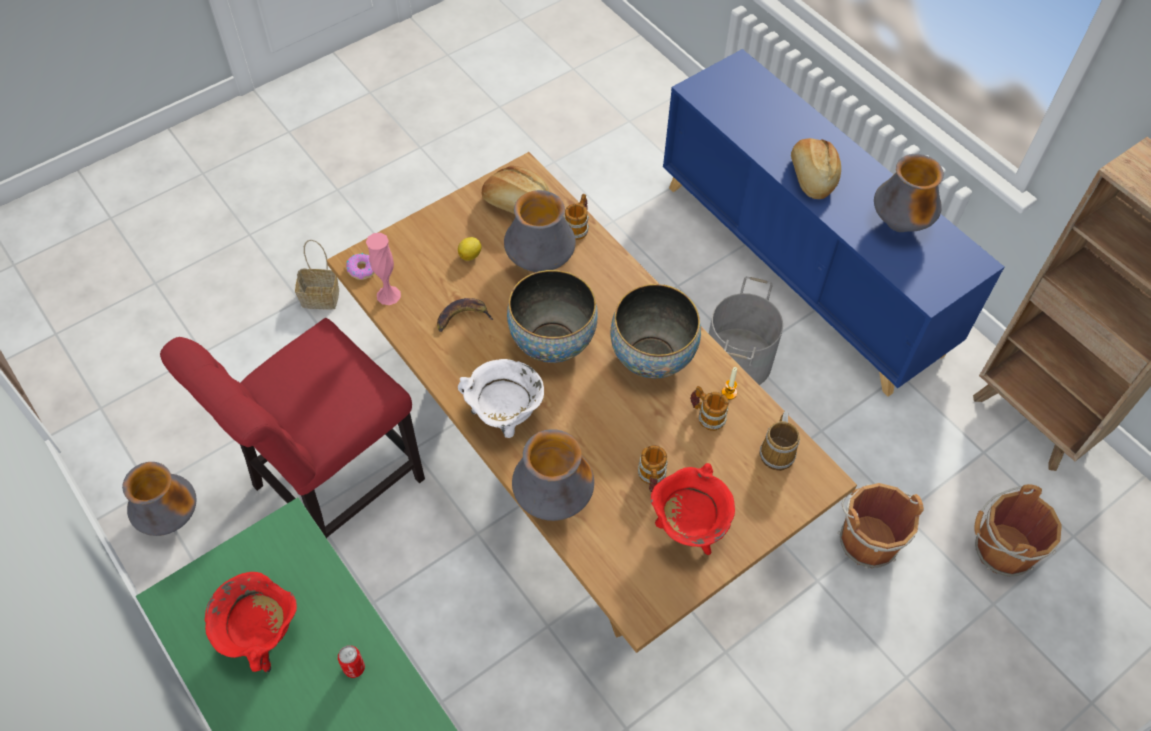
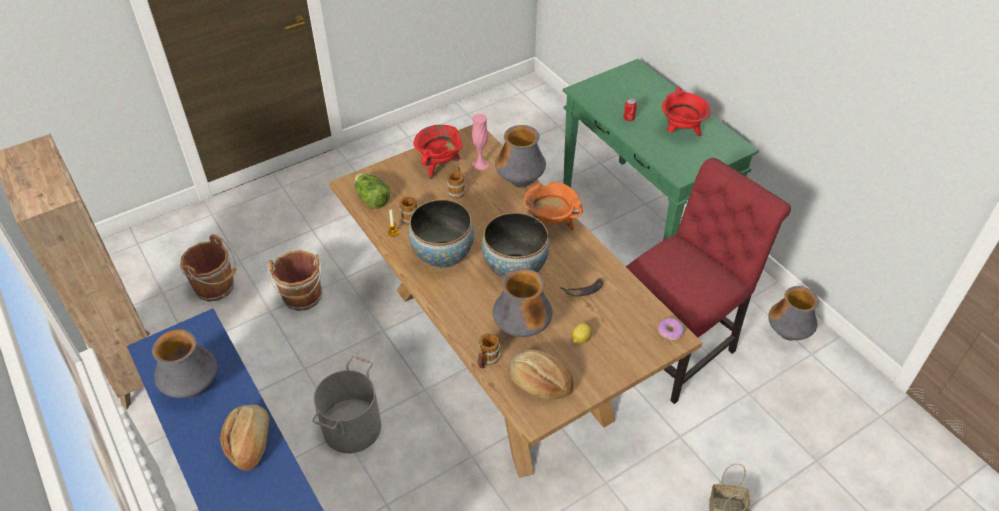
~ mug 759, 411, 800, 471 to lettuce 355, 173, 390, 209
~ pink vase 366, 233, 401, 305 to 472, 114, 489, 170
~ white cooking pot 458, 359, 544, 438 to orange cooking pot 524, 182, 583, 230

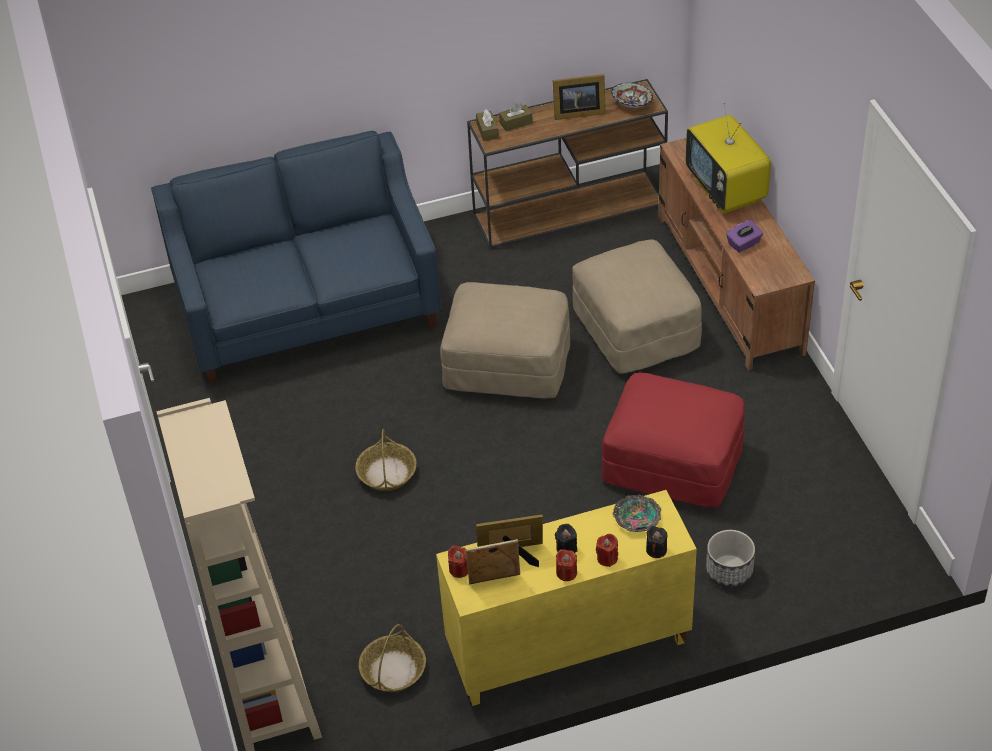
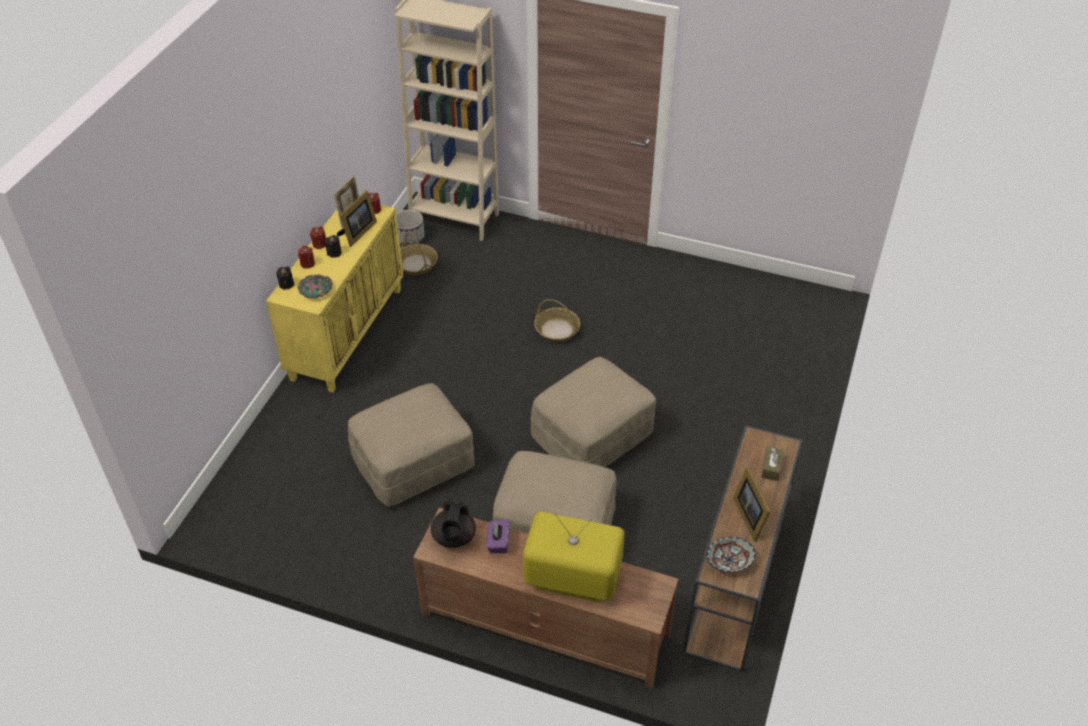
~ red ottoman 601, 372, 745, 508 to beige ottoman 348, 383, 474, 507
~ planter 706, 530, 755, 588 to 396, 210, 425, 246
+ black teapot 431, 501, 476, 548
~ picture frame 553, 74, 606, 120 = 733, 467, 771, 542 45 degrees counterclockwise
- blue sofa 151, 131, 441, 384
- brown tissue box 476, 109, 499, 141

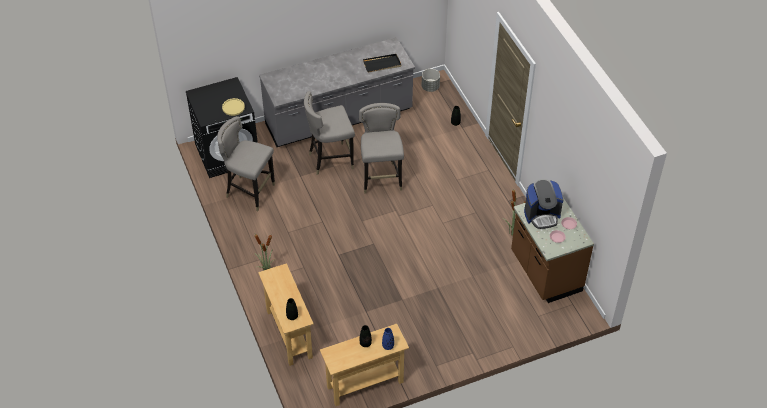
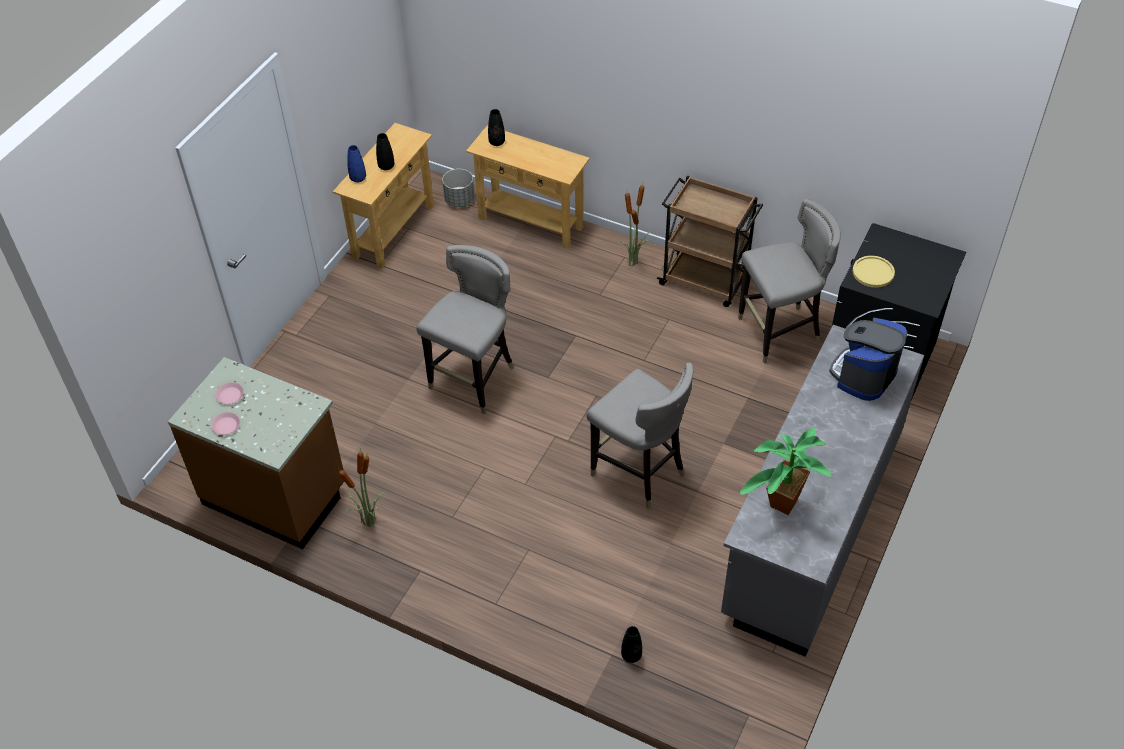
~ grey stool 304, 91, 355, 175 to 417, 245, 514, 414
~ grey planter 422, 69, 440, 92 to 442, 169, 475, 207
+ brown cart 657, 176, 763, 307
~ black tray 363, 54, 401, 73 to potted plant 740, 427, 832, 515
~ coffee machine 524, 179, 563, 229 to 829, 318, 907, 401

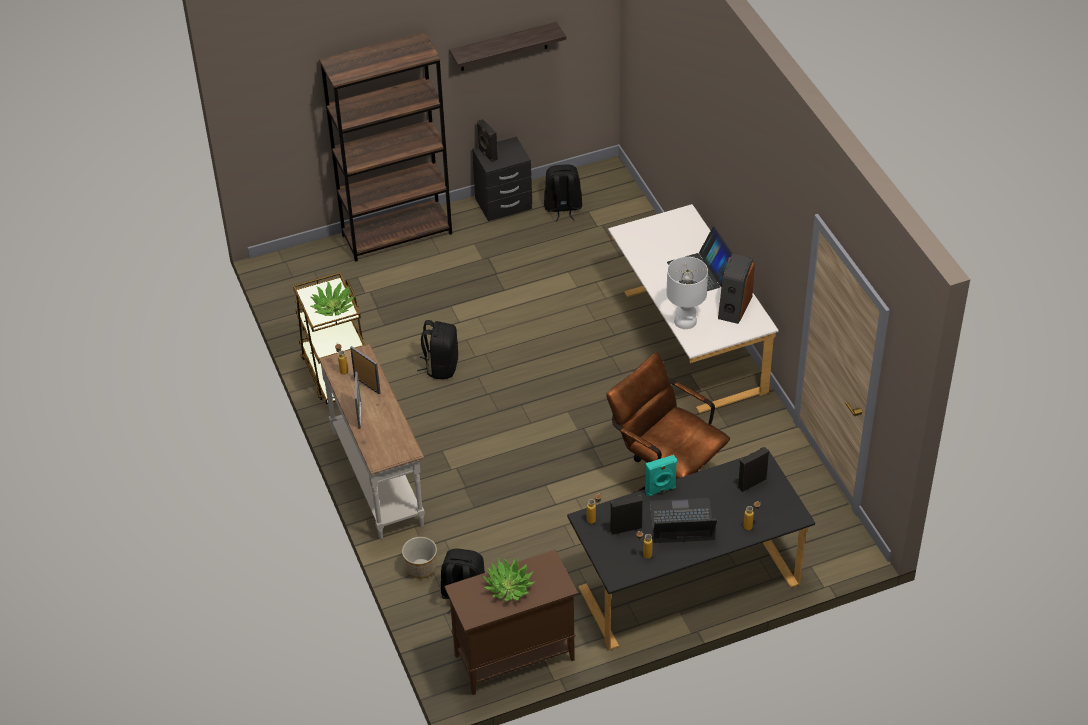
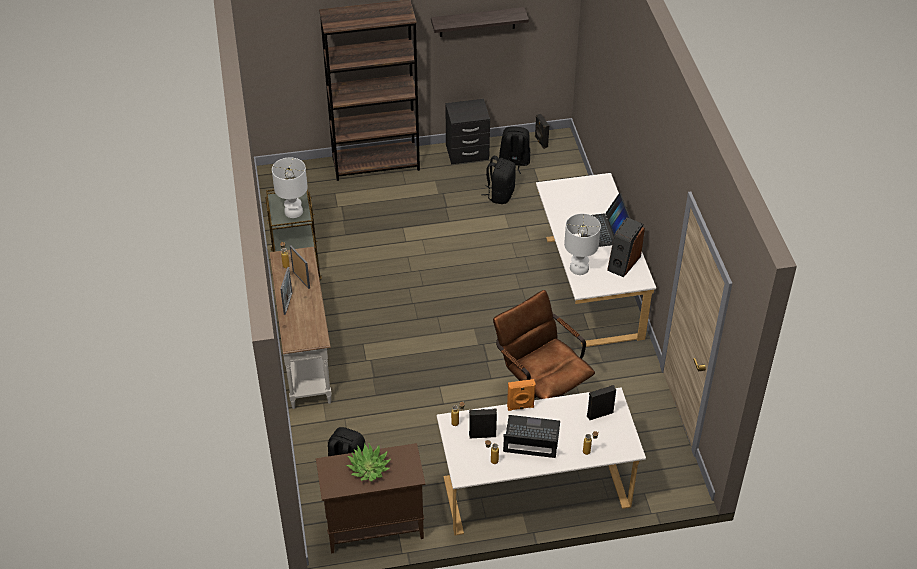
~ potted plant 311, 282, 356, 316 to white table lamp 272, 157, 308, 218
~ black desk 567, 449, 815, 650 to white desk 437, 387, 646, 535
~ black backpack 417, 320, 458, 379 to 481, 156, 516, 204
~ turquoise speaker 645, 455, 677, 496 to orange speaker 507, 379, 536, 411
~ black speaker 477, 119, 498, 162 to 535, 114, 549, 149
- planter 402, 537, 437, 579

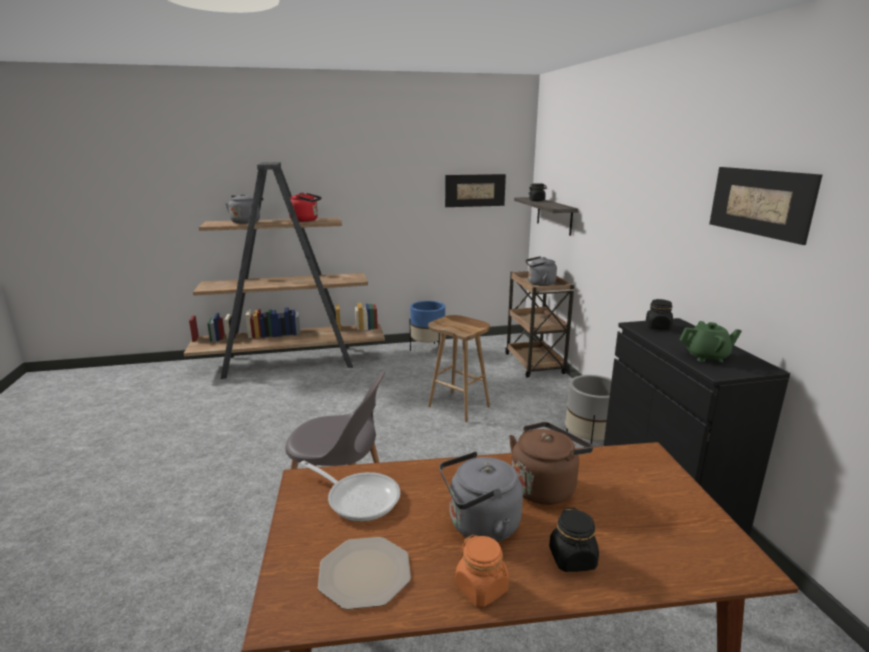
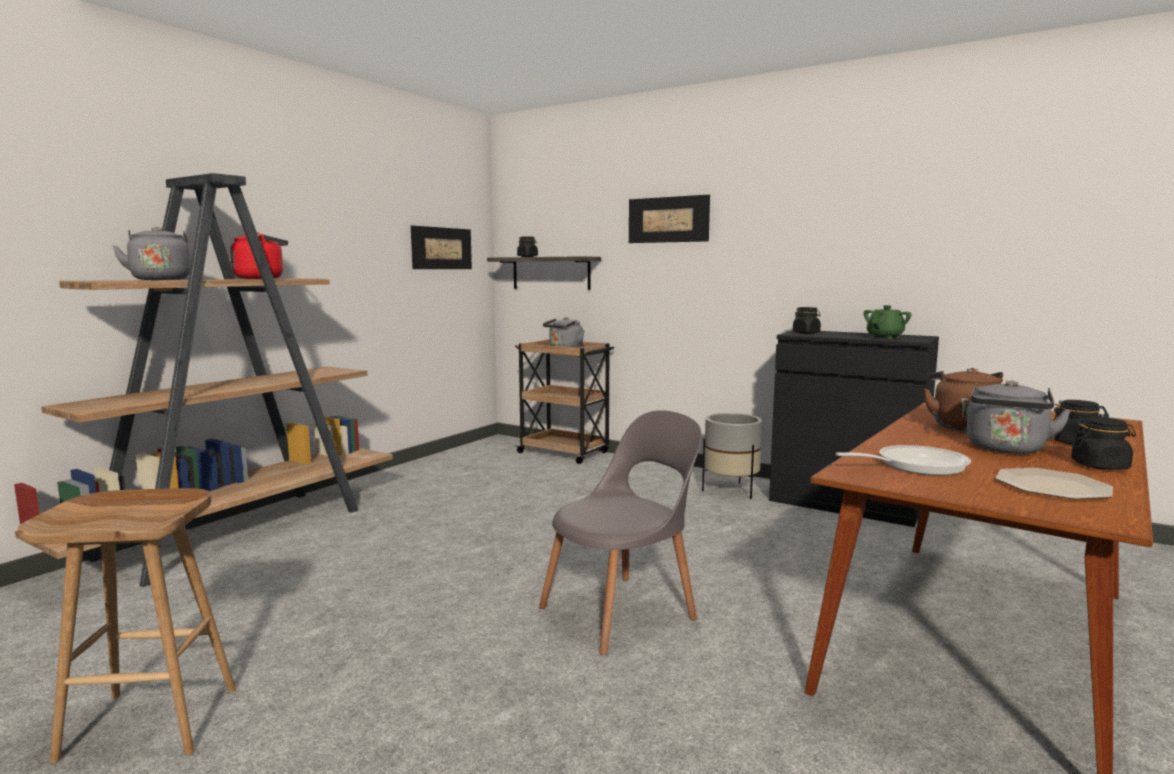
~ brown stool 428, 315, 490, 422 to 18, 488, 236, 764
~ picture 709, 167, 822, 245 to 629, 195, 710, 243
~ orange jar 455, 534, 509, 607 to black jar 1071, 417, 1136, 470
- blue planter 410, 301, 445, 351

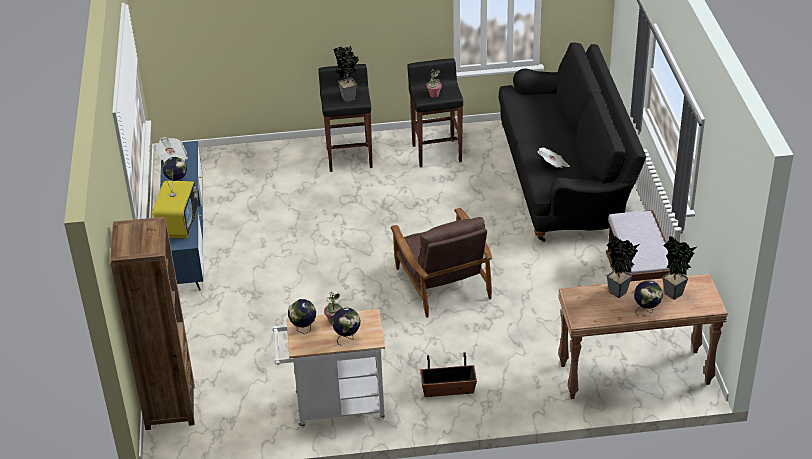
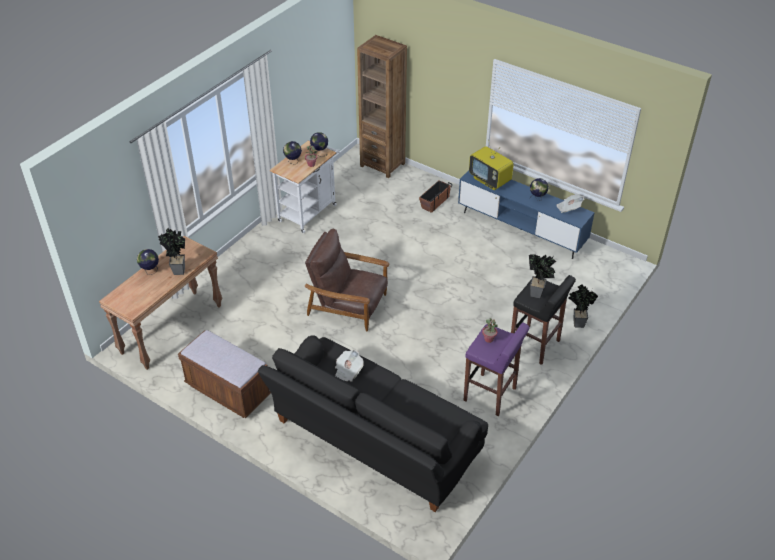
~ planter 420, 353, 477, 397 to 419, 180, 452, 213
~ black stool 407, 58, 463, 167 to purple stool 463, 323, 530, 416
~ potted plant 662, 236, 696, 300 to 569, 284, 598, 328

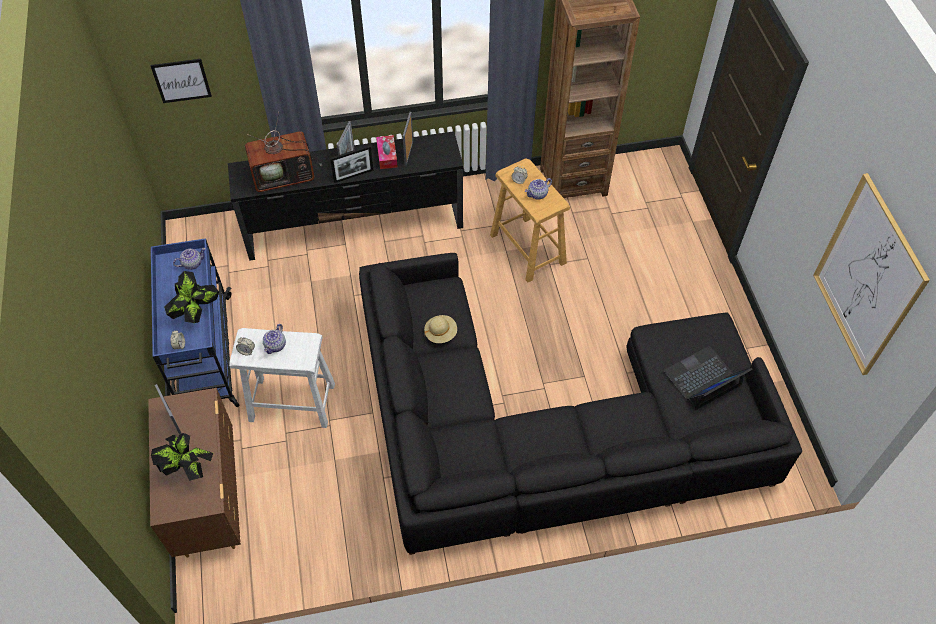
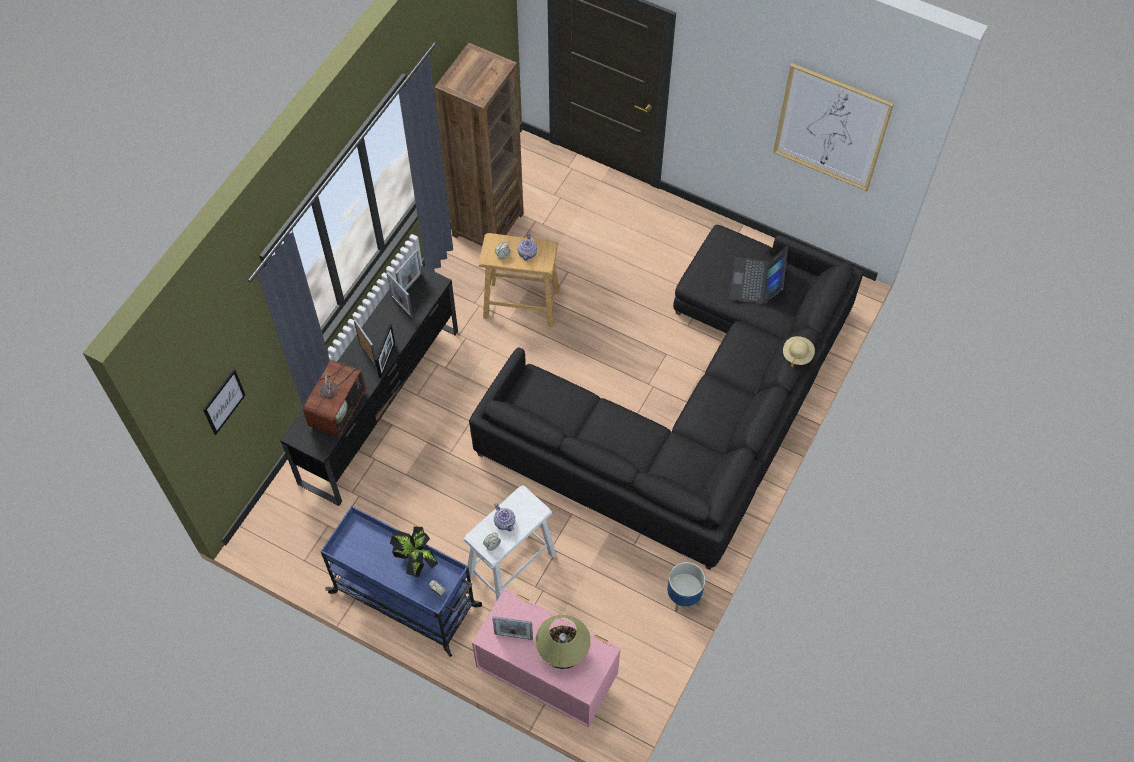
+ picture frame 396, 249, 422, 291
~ brown dresser 148, 388, 241, 558 to pink dresser 472, 588, 621, 728
~ potted plant 151, 433, 213, 481 to table lamp 535, 615, 591, 669
+ planter 667, 562, 705, 612
~ beige hat 424, 315, 457, 343 to 783, 336, 815, 367
- teapot 173, 248, 206, 270
- tissue box 376, 135, 398, 169

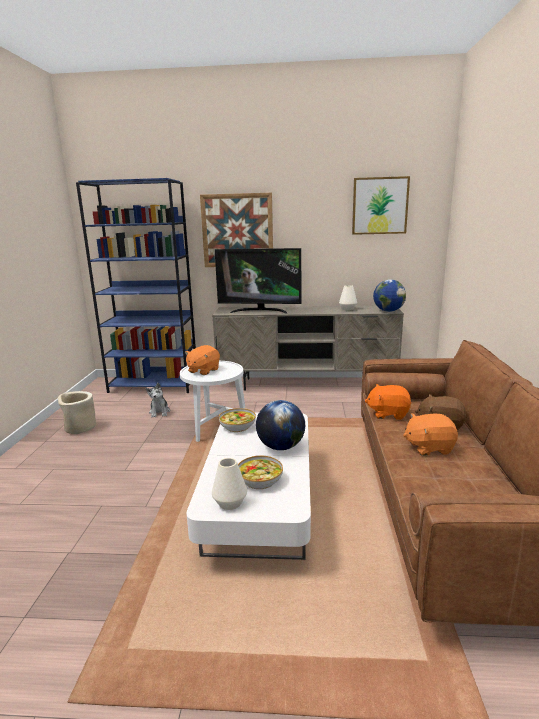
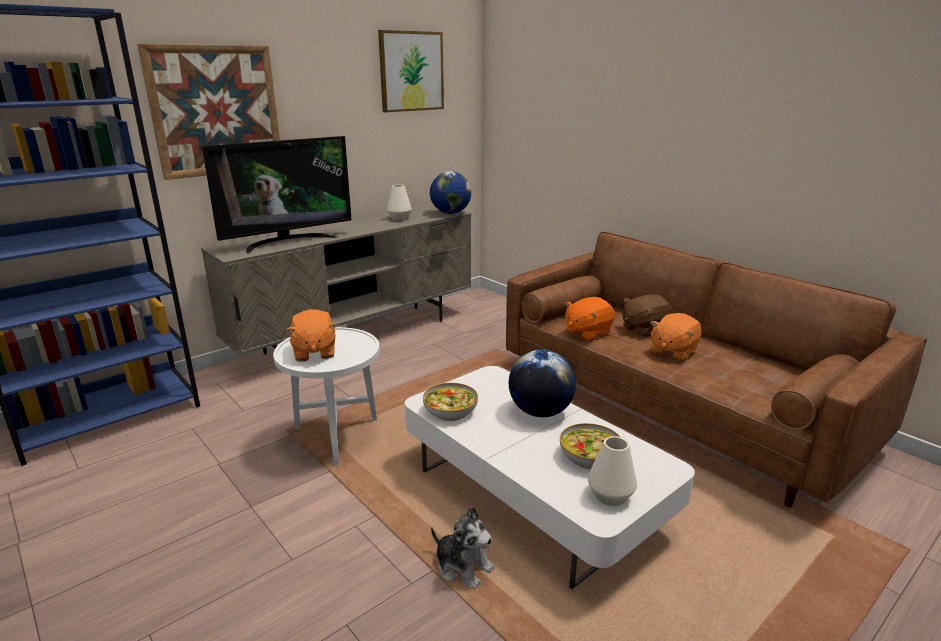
~ plush toy 146, 383, 170, 417 to 431, 506, 495, 589
- beige planter 58, 391, 96, 434

